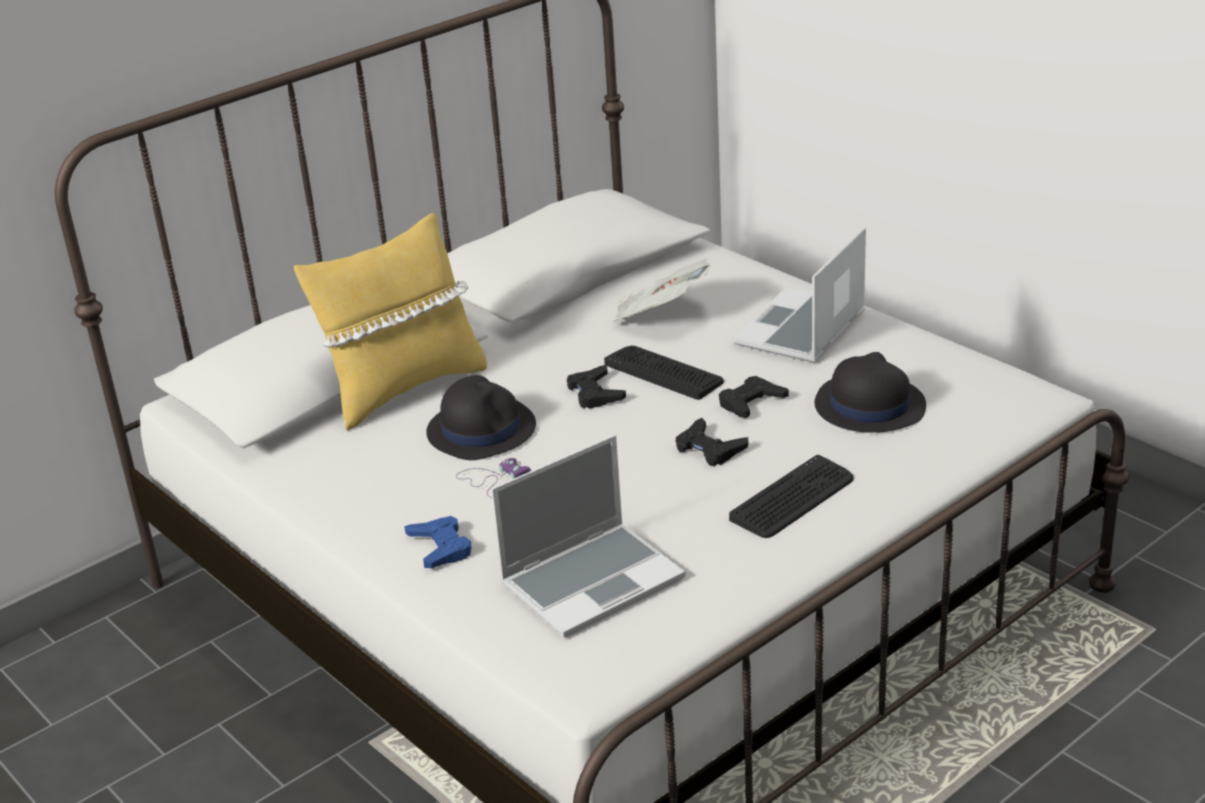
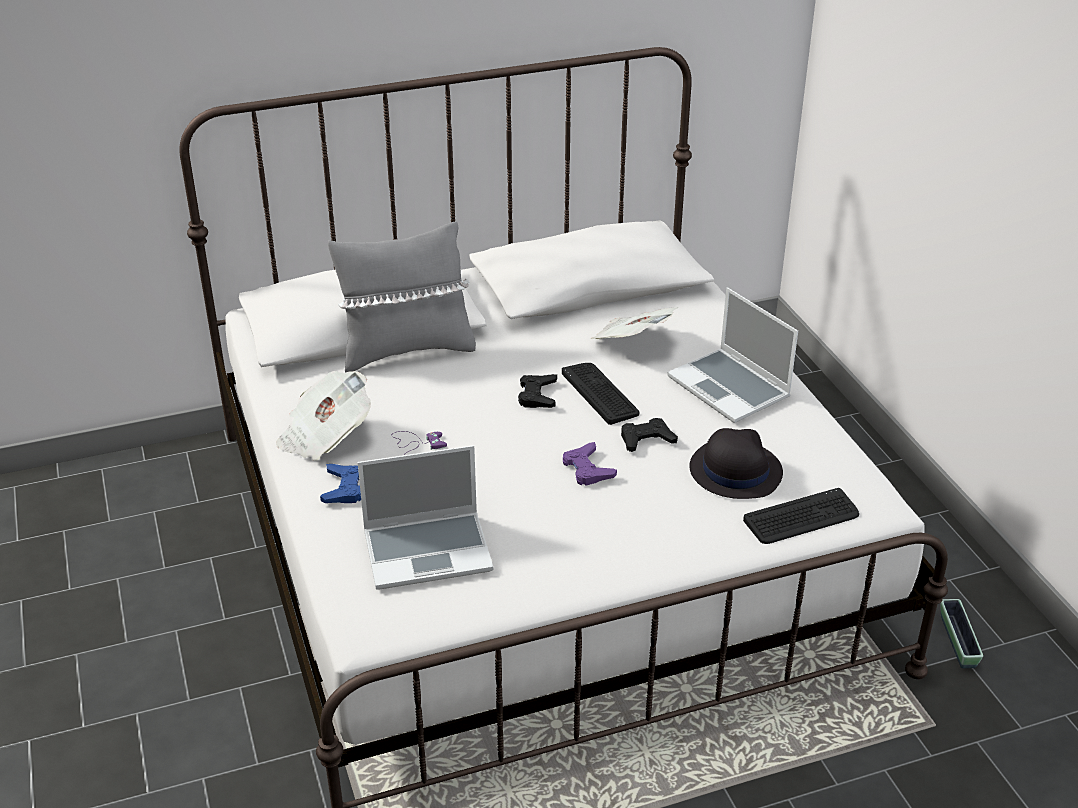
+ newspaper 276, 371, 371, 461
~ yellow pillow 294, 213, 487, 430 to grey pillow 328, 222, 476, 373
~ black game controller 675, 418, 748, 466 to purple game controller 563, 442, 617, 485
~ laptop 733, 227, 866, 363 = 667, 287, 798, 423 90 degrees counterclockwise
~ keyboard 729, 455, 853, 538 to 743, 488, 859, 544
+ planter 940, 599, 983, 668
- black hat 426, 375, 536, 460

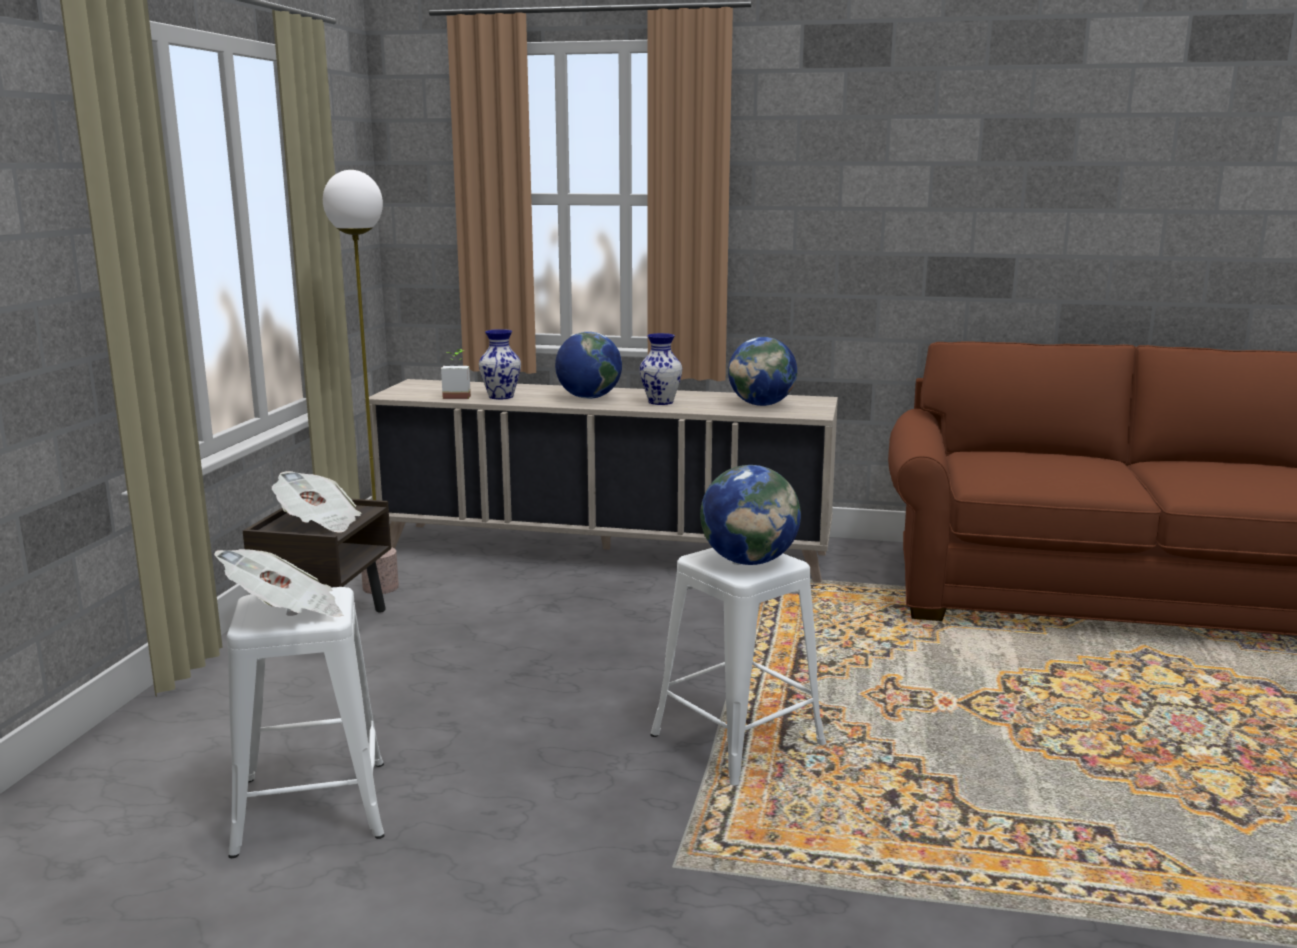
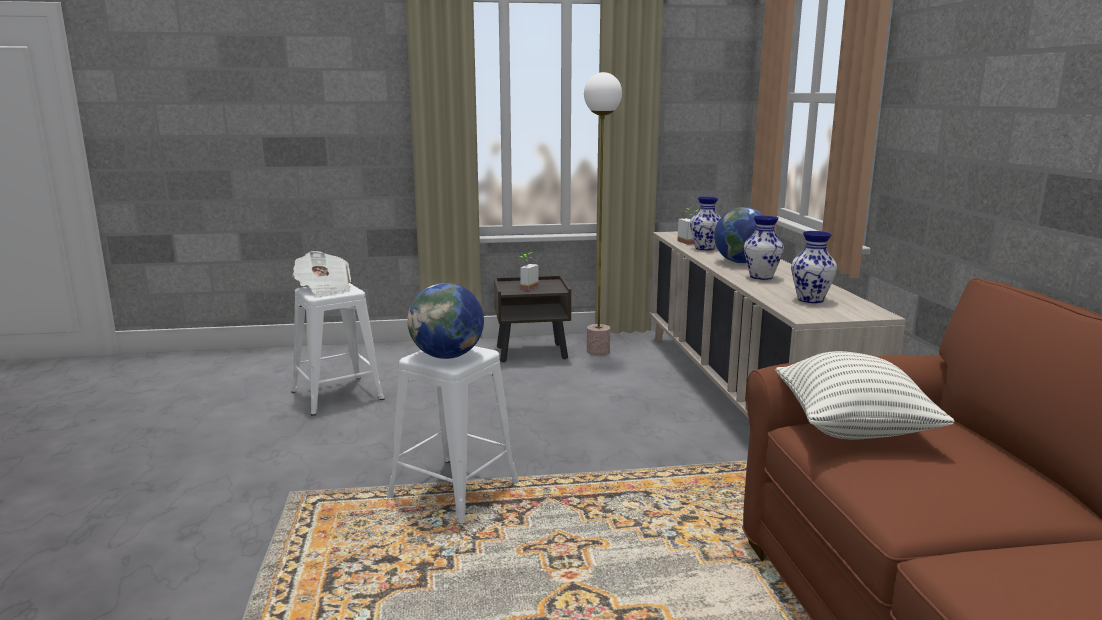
~ newspaper 272, 471, 361, 533 to potted plant 519, 253, 539, 290
+ pillow 775, 351, 955, 440
~ globe 728, 337, 797, 406 to vase 791, 231, 837, 303

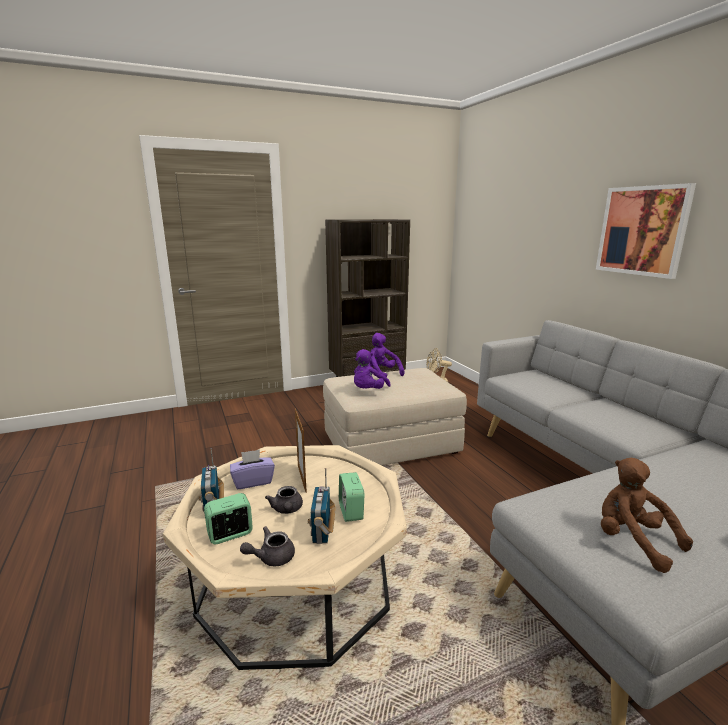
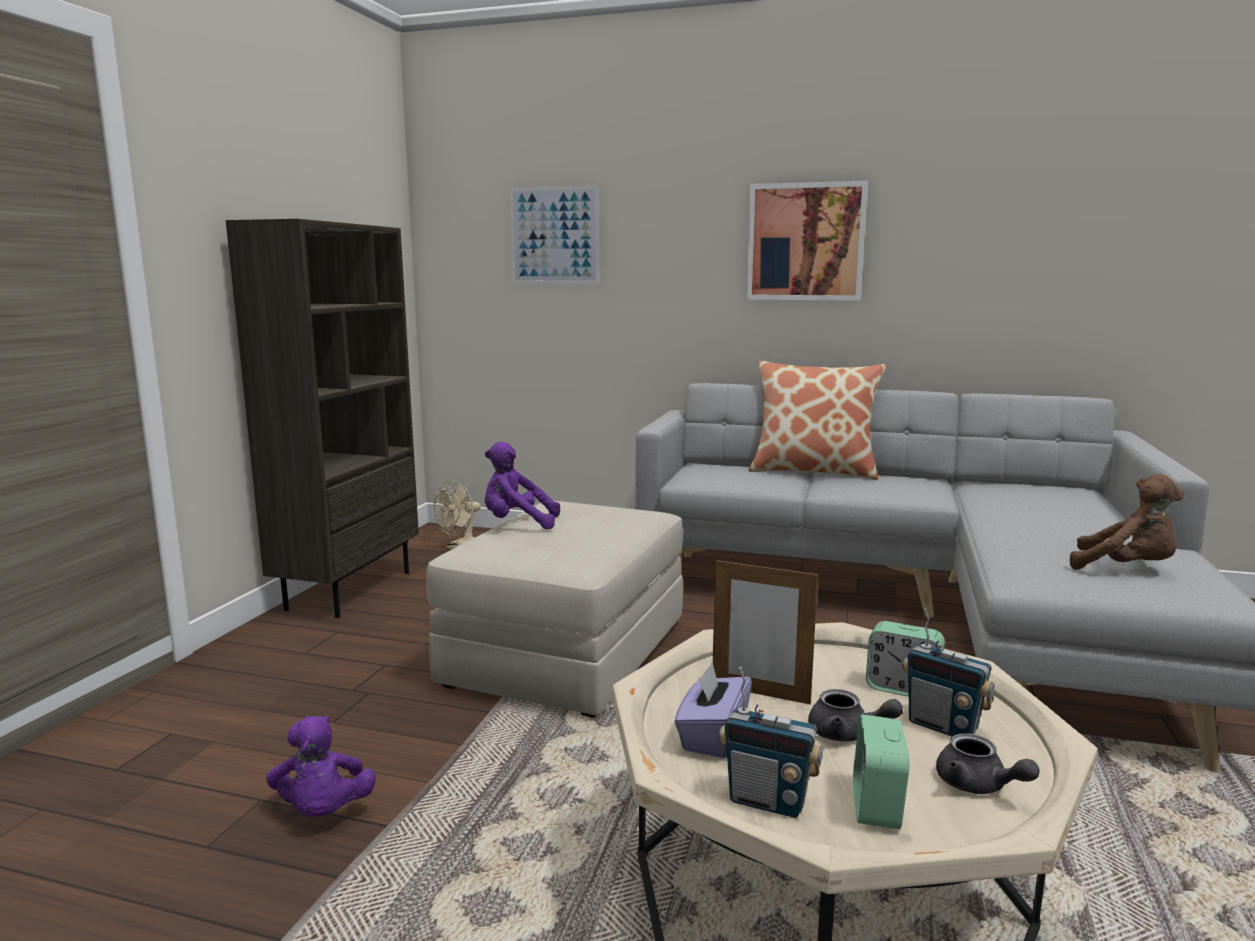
~ purple plush toy 354, 349, 391, 389 to 266, 716, 376, 817
+ picture 510, 185, 599, 283
+ pillow 749, 361, 886, 480
~ grey teapot 240, 526, 295, 567 = 936, 733, 1040, 794 45 degrees counterclockwise
~ brown plush toy 601, 458, 693, 573 = 1070, 474, 1184, 570 150 degrees counterclockwise

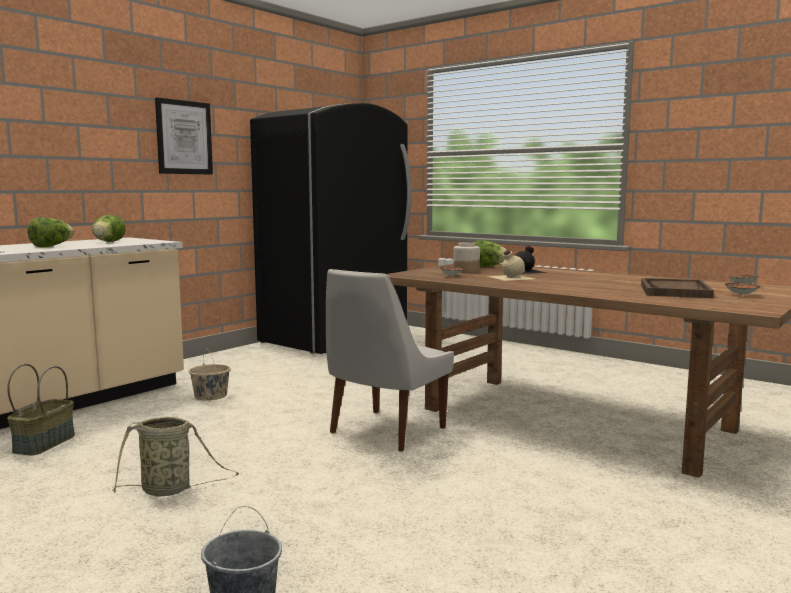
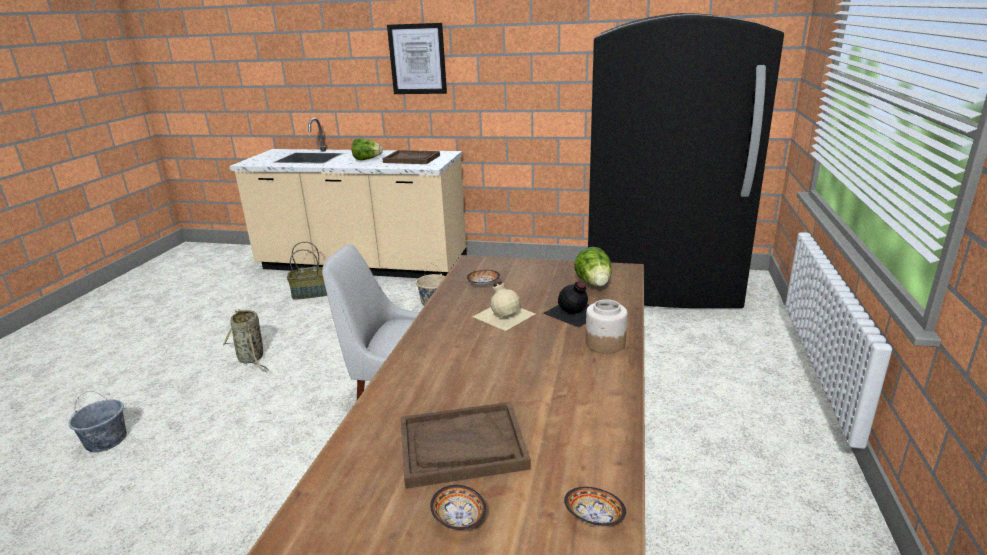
~ lettuce 92, 215, 126, 242 to brown tray 382, 150, 440, 164
~ picture 155, 97, 213, 175 to 387, 23, 447, 94
~ jar 453, 242, 480, 273 to 586, 299, 627, 354

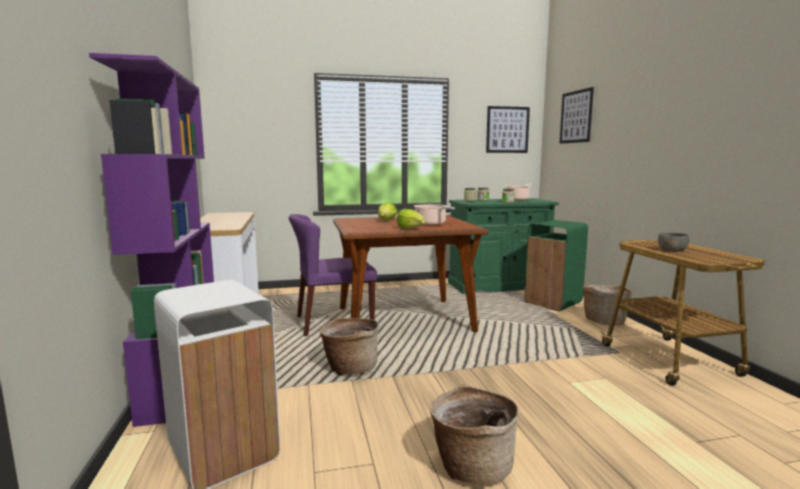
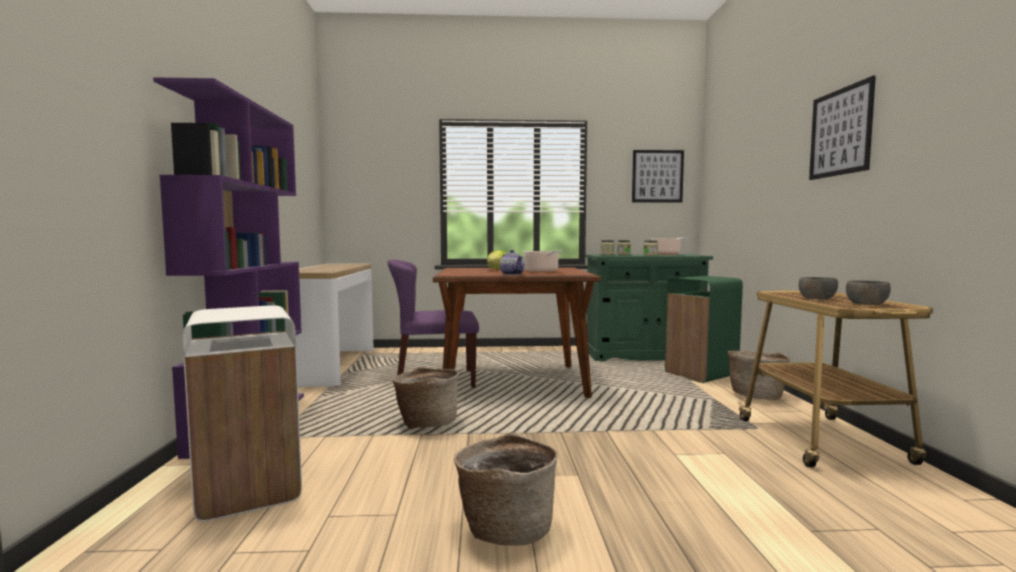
~ lettuce 397, 208, 425, 229 to teapot 500, 250, 525, 275
~ picture 559, 87, 594, 144 to 809, 76, 876, 180
+ grey bowl 846, 281, 891, 305

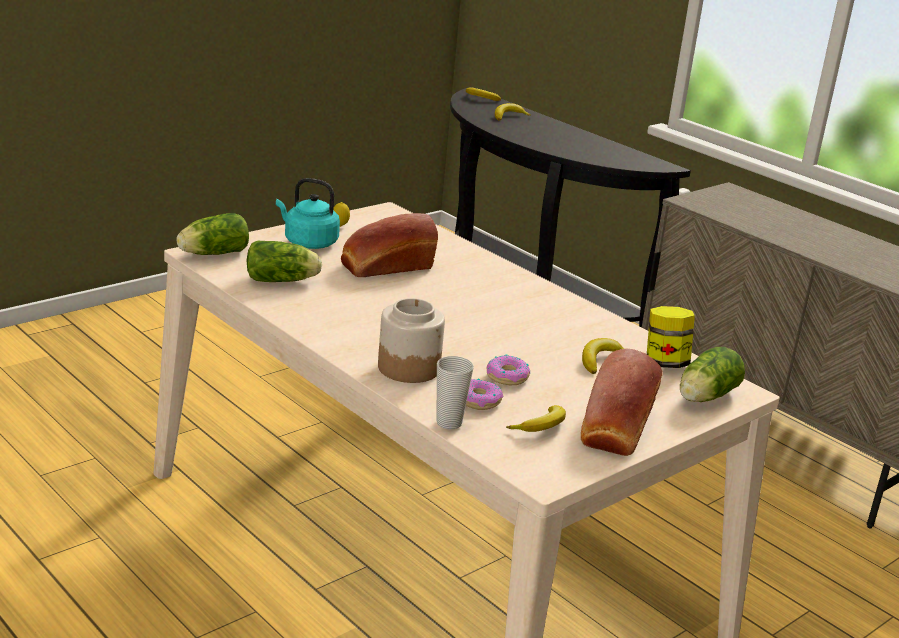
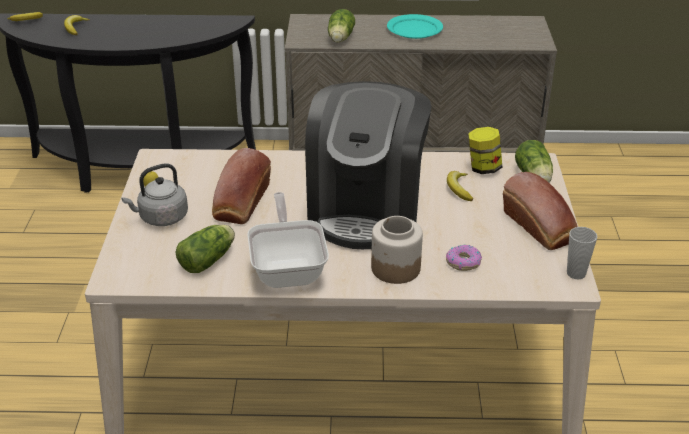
~ turquoise kettle 276, 178, 340, 249 to grey kettle 121, 164, 188, 226
+ frying pan 247, 192, 329, 288
+ coffee machine 305, 81, 432, 249
~ lettuce 176, 213, 249, 255 to 328, 9, 355, 43
+ turquoise plate 387, 14, 443, 39
~ cup 437, 356, 474, 429 to 567, 227, 597, 279
- donut 486, 354, 530, 385
- banana 506, 405, 566, 432

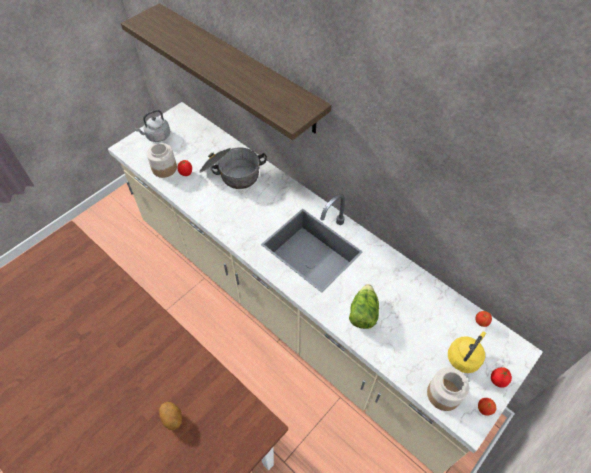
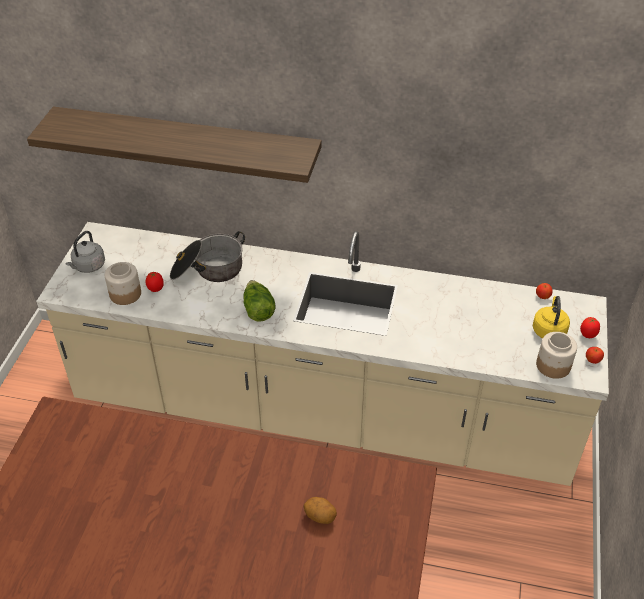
~ lettuce 349, 284, 379, 329 to 243, 280, 275, 322

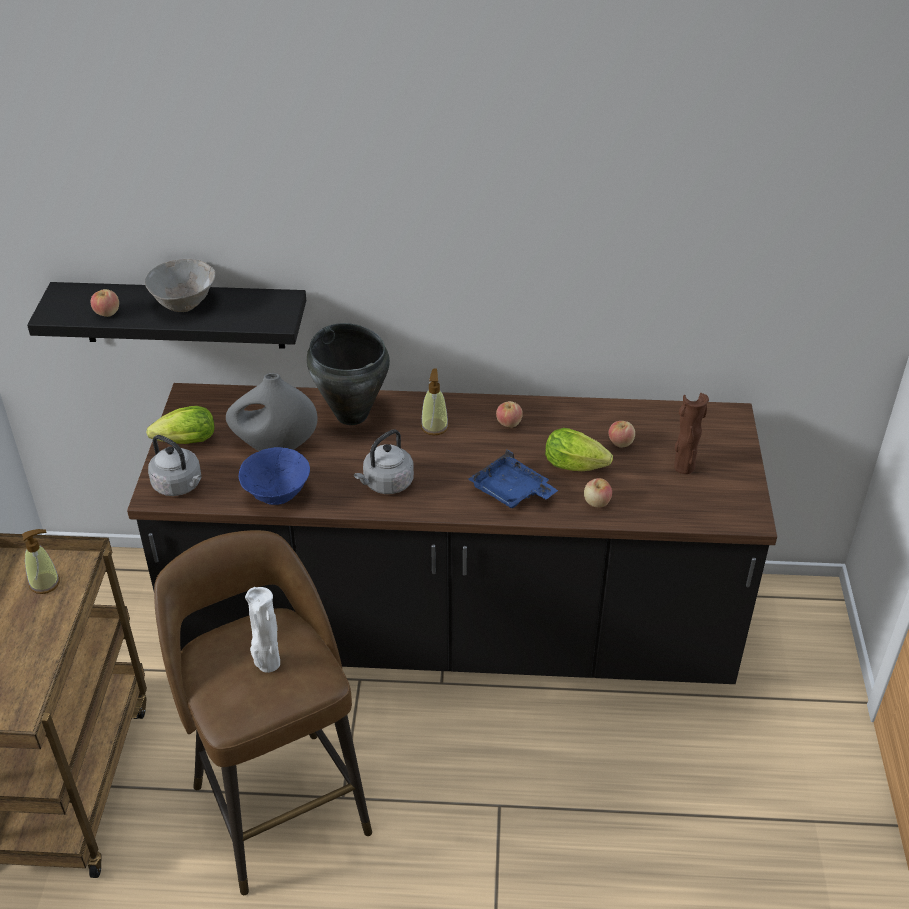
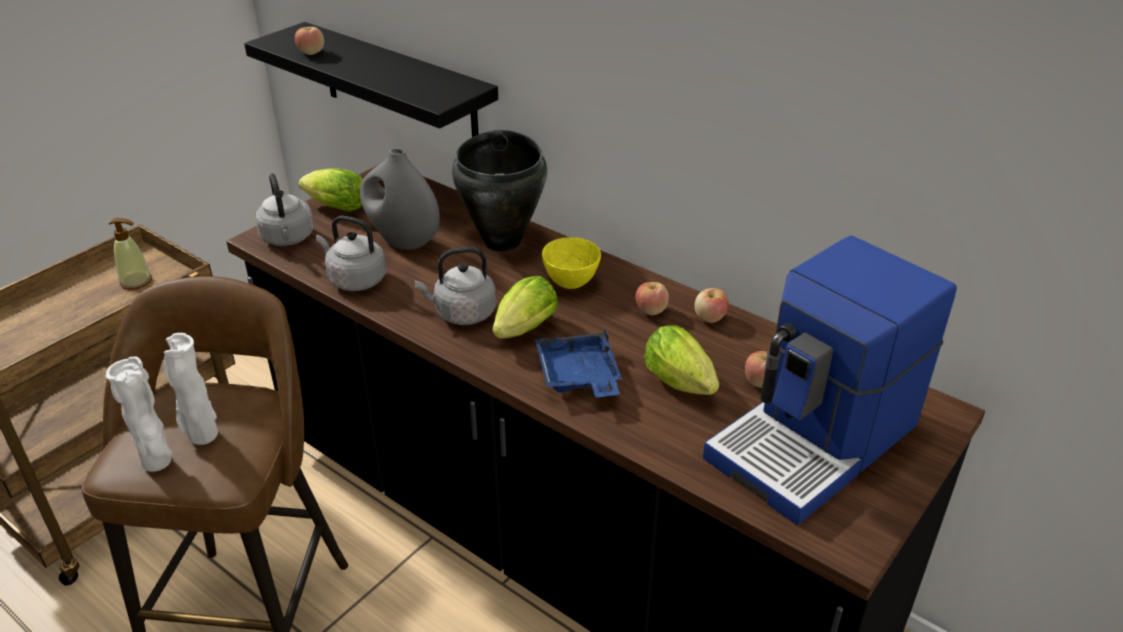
+ white vase 105, 357, 172, 472
~ blue bowl 239, 447, 310, 505 to grey kettle 316, 216, 386, 291
+ lettuce 492, 276, 558, 339
~ soap dispenser 421, 368, 449, 435 to yellow bowl 542, 237, 601, 289
~ apple 584, 478, 612, 508 to 694, 288, 729, 323
~ brown vase 674, 393, 709, 474 to coffee machine 703, 236, 957, 525
- grey bowl 145, 259, 216, 312

